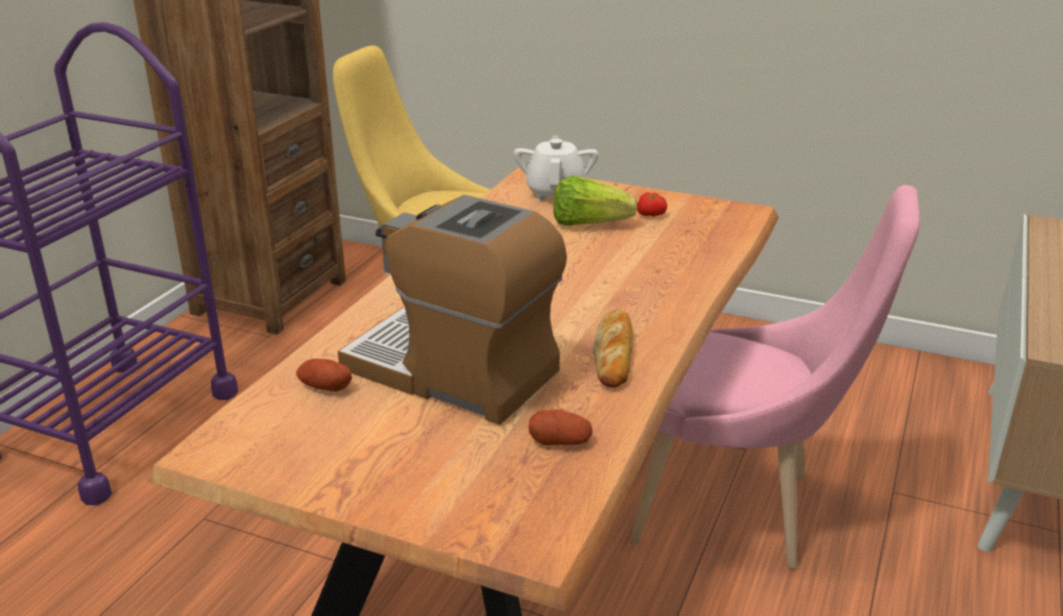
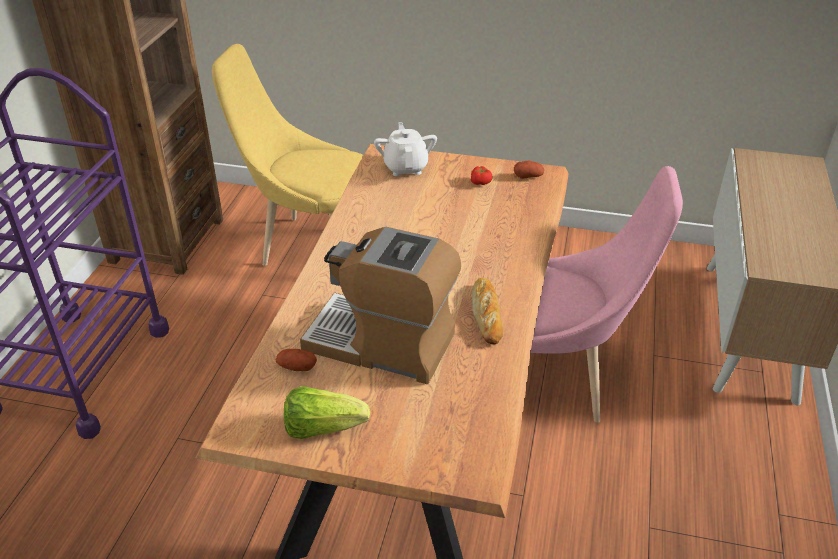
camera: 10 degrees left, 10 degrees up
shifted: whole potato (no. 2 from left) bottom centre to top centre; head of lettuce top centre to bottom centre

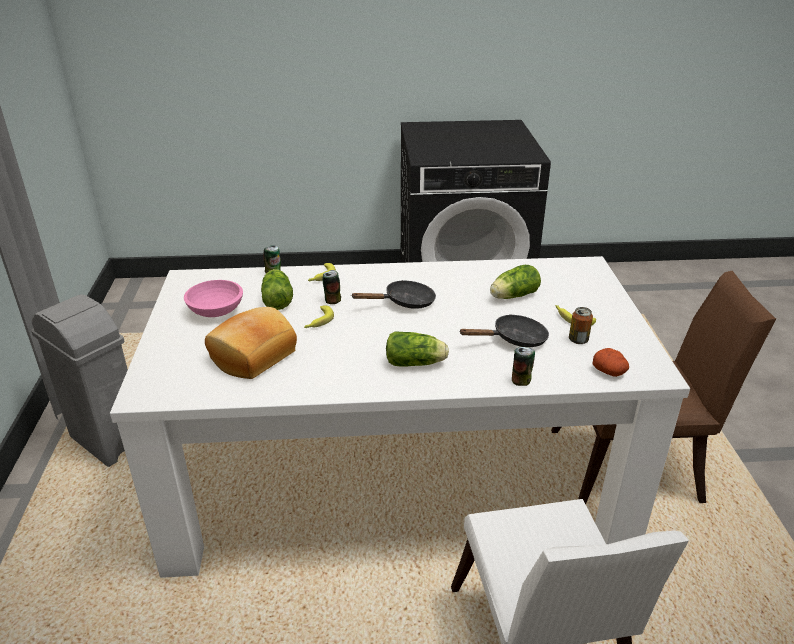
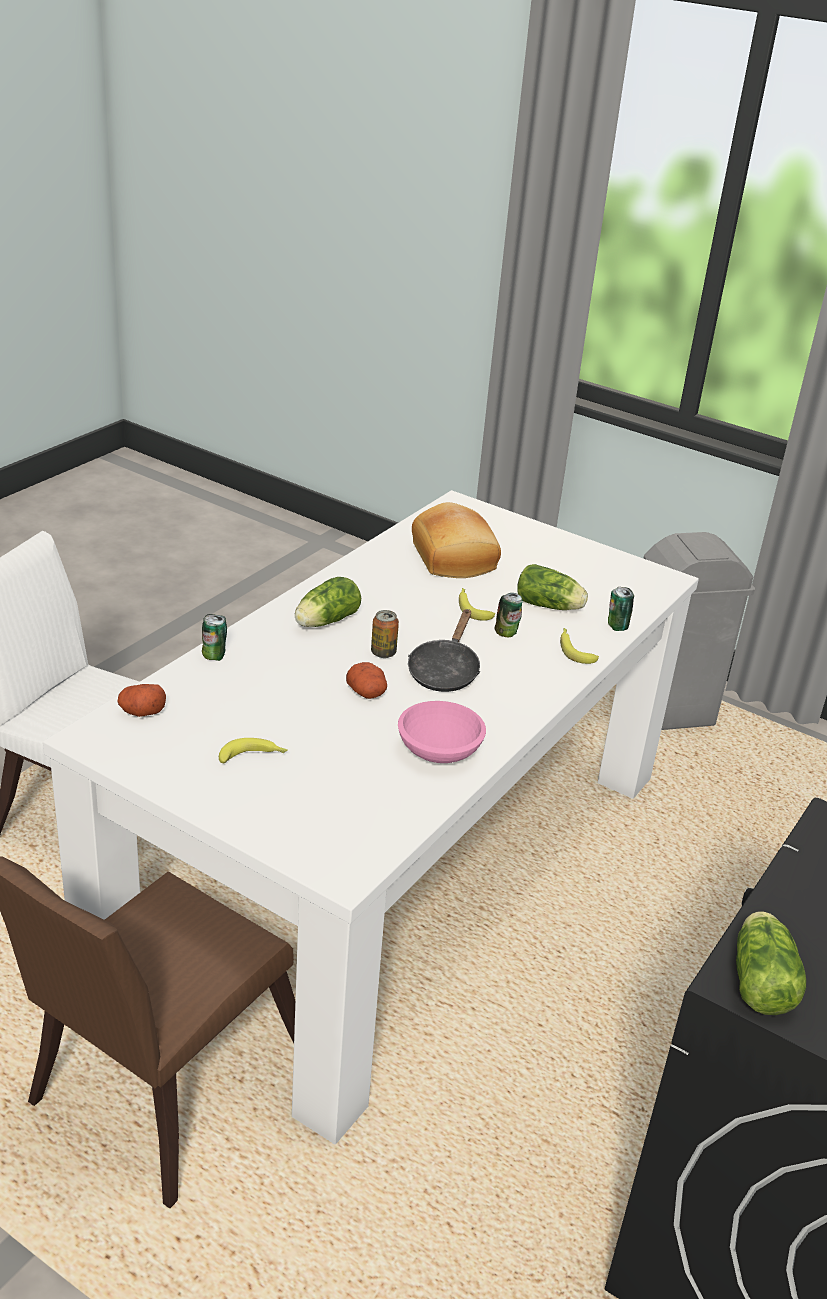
camera: 125 degrees right, 0 degrees up
gone: black-coloured pan (no. 2 from left) centre
new: whole potato (no. 2 from left) centre
shifted: pinkish deep dish middle left to centre; head of lettuce (no. 3 from left) centre to bottom right; metal can (no. 4 from left in the first image) middle right to metal can (no. 2 from left) centre

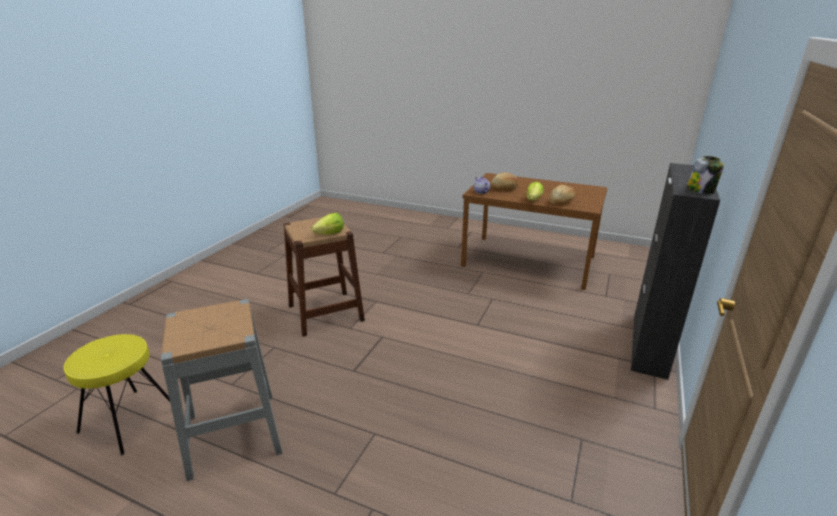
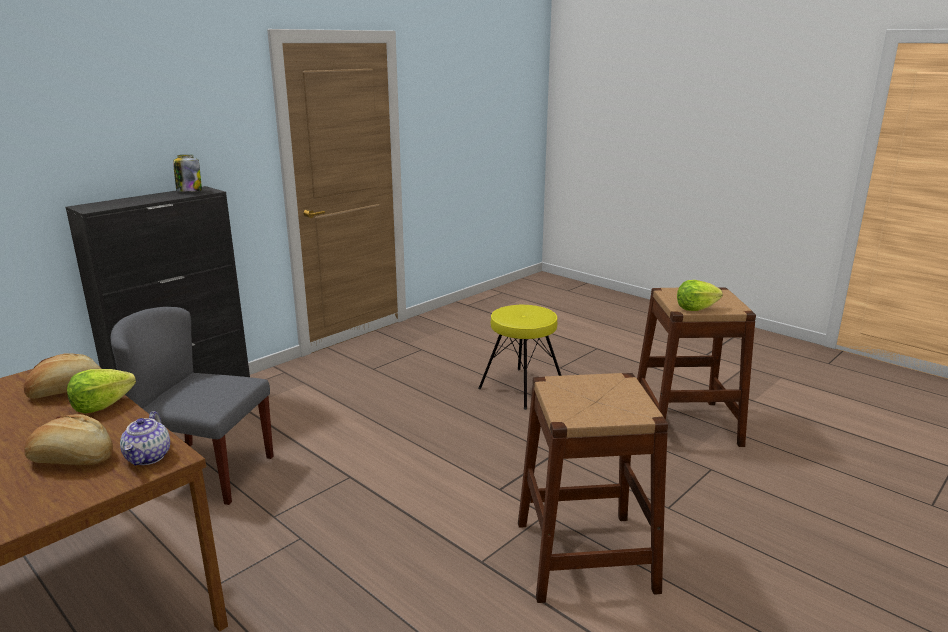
camera: 160 degrees left, 5 degrees down
new: grey plain chair middle left
shifted: yellow sitting stool bottom left to centre; head of lettuce (no. 1 from left in the first image) centre to head of lettuce (no. 2 from left) middle right
repainted: grey sitting stool bottom left to brown sitting stool (no. 2 from left) middle right

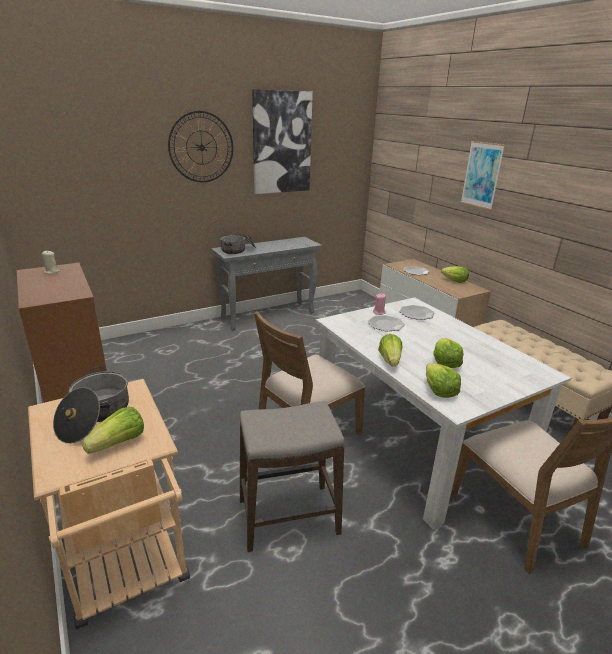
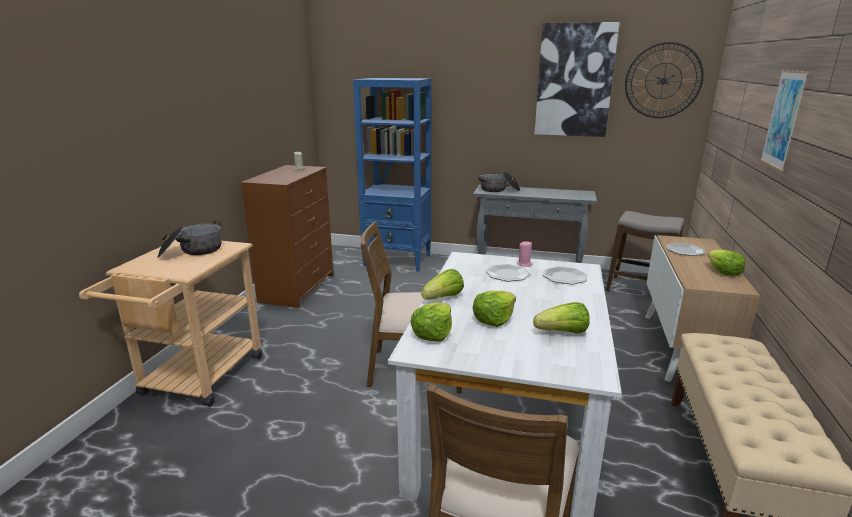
camera: 45 degrees right, 5 degrees down
new: blue-coloured bookshelf centre
shifted: head of lettuce (no. 1 from left in the first image) middle left to head of lettuce (no. 4 from left) centre; clock on the wall top left to top right; sitting stool bottom centre to middle right

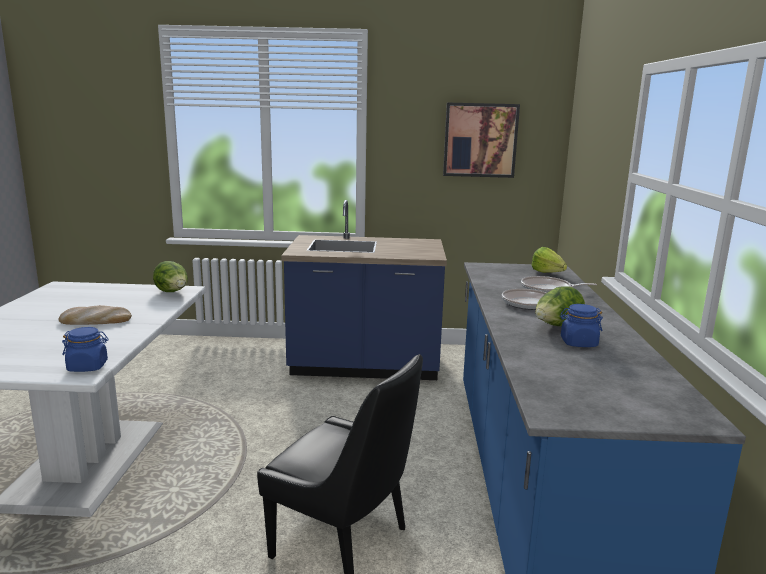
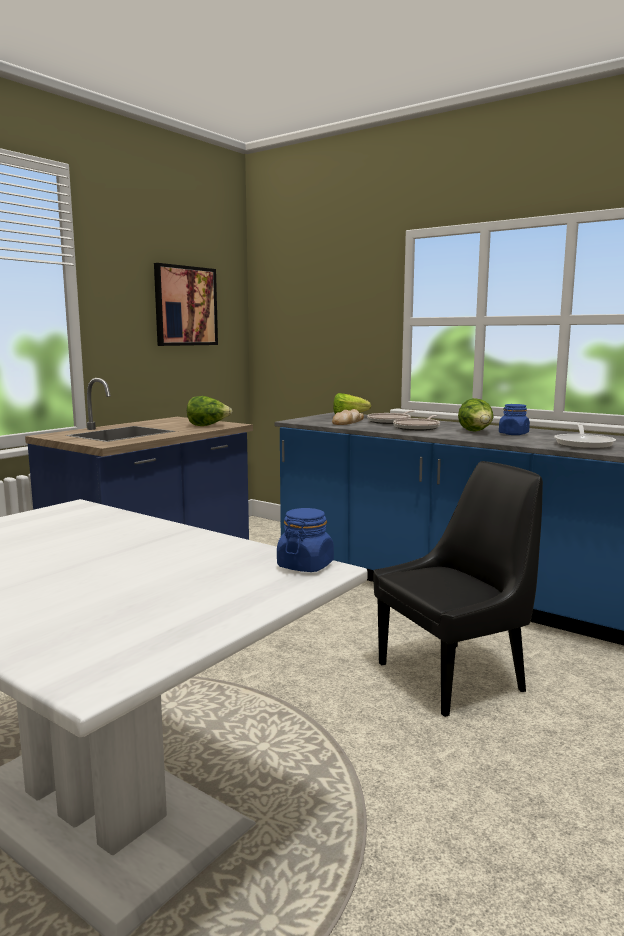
camera: 55 degrees left, 5 degrees down
new: pan (no. 3 from left) middle right
shifted: bread middle left to centre; head of lettuce (no. 1 from left) middle left to centre

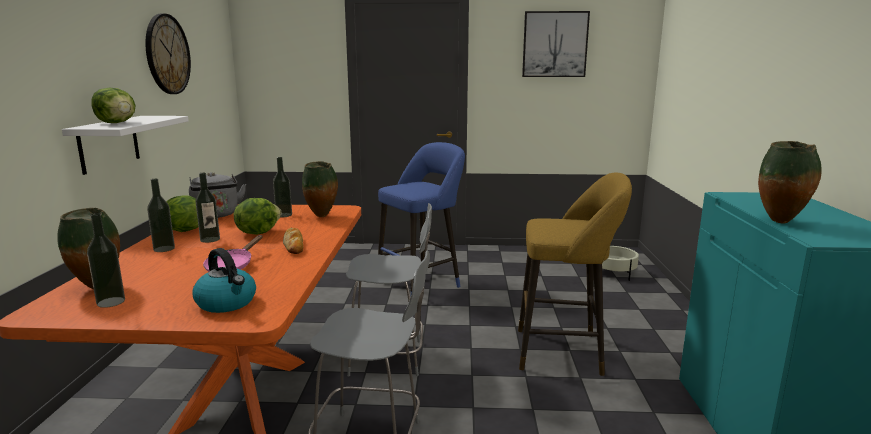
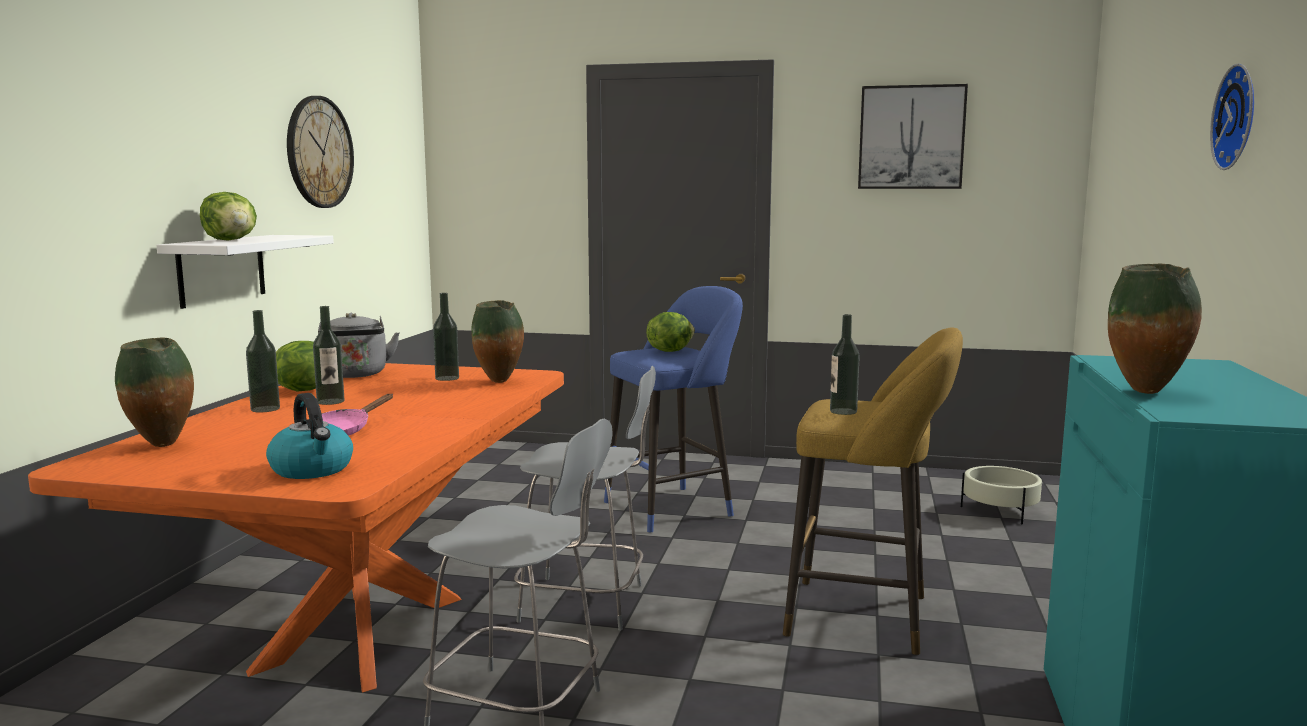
camera: 10 degrees right, 5 degrees down
gone: bread centre
new: clock on the wall (no. 2 from left) top right
shifted: bottle (no. 1 from left in the first image) middle left to bottle (no. 4 from left) centre; head of lettuce (no. 3 from left) middle left to centre

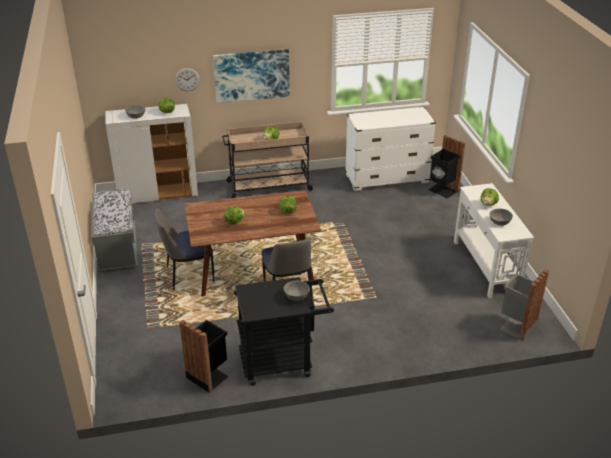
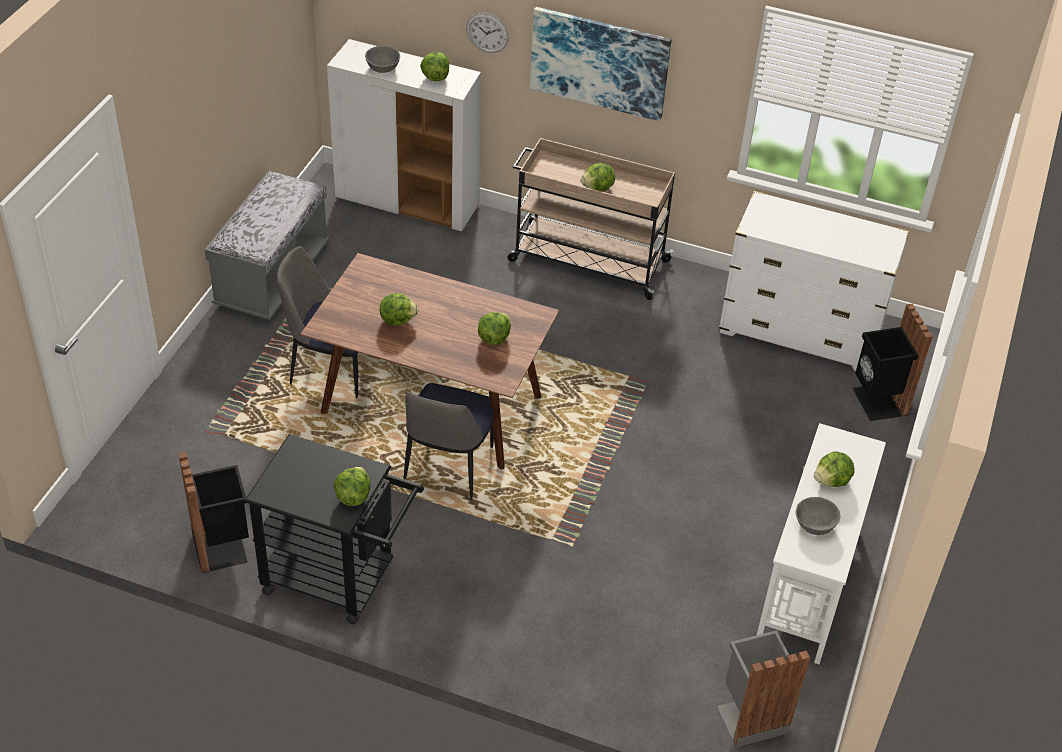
camera: 30 degrees right, 10 degrees up
swapped: grey deep dish (no. 2 from left) centre to head of lettuce (no. 1 from left) middle left

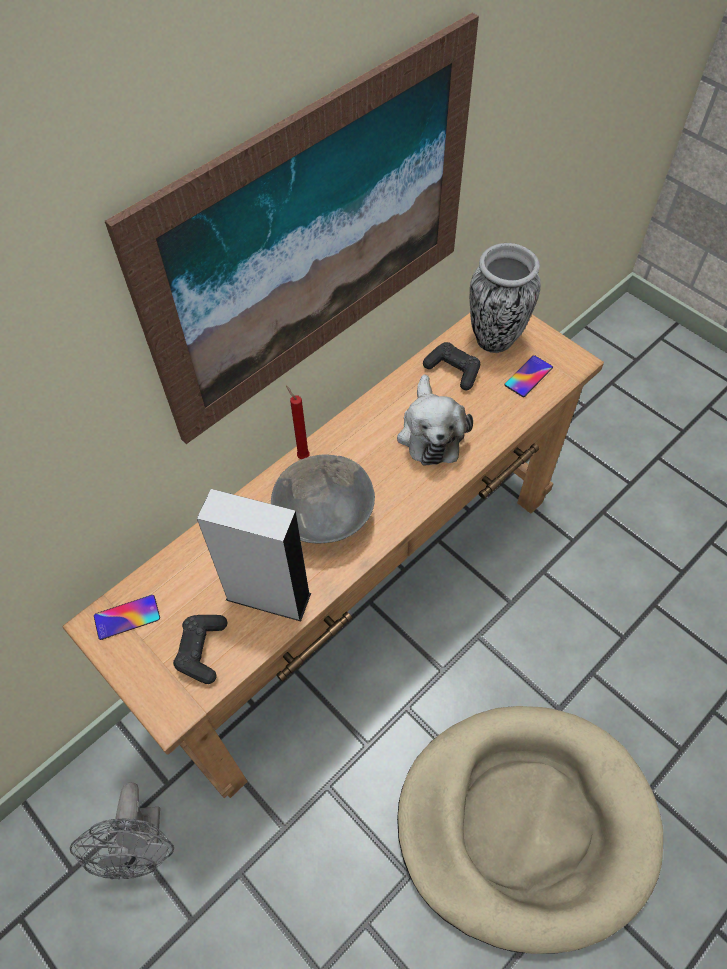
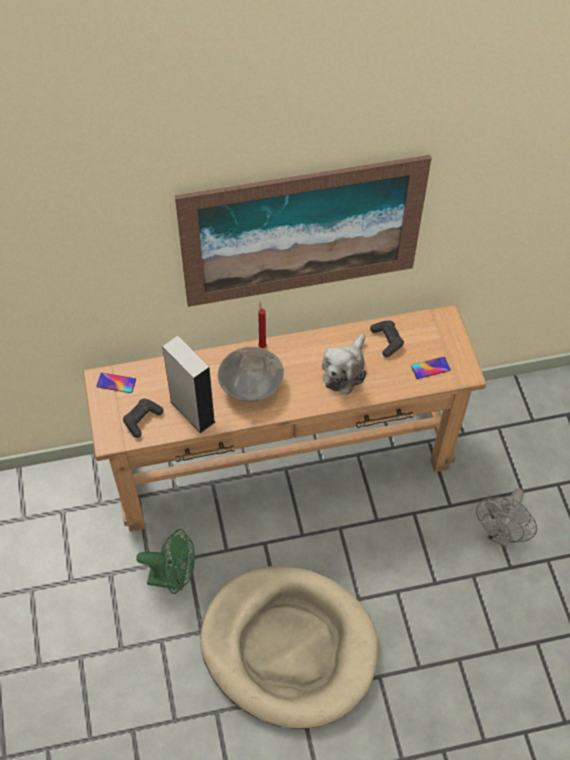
camera: 30 degrees right, 0 degrees up
gone: decorative vase top right
new: greenish electric fan bottom left
shifted: grey electric fan bottom left to bottom right

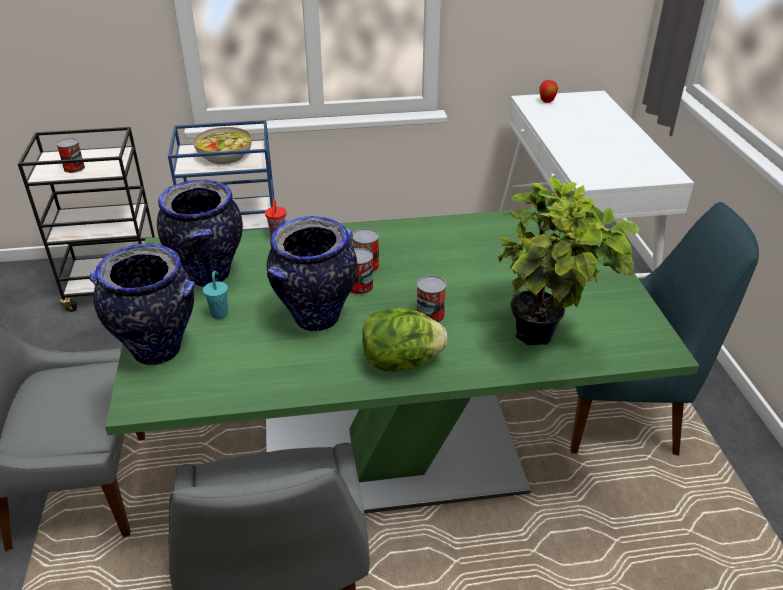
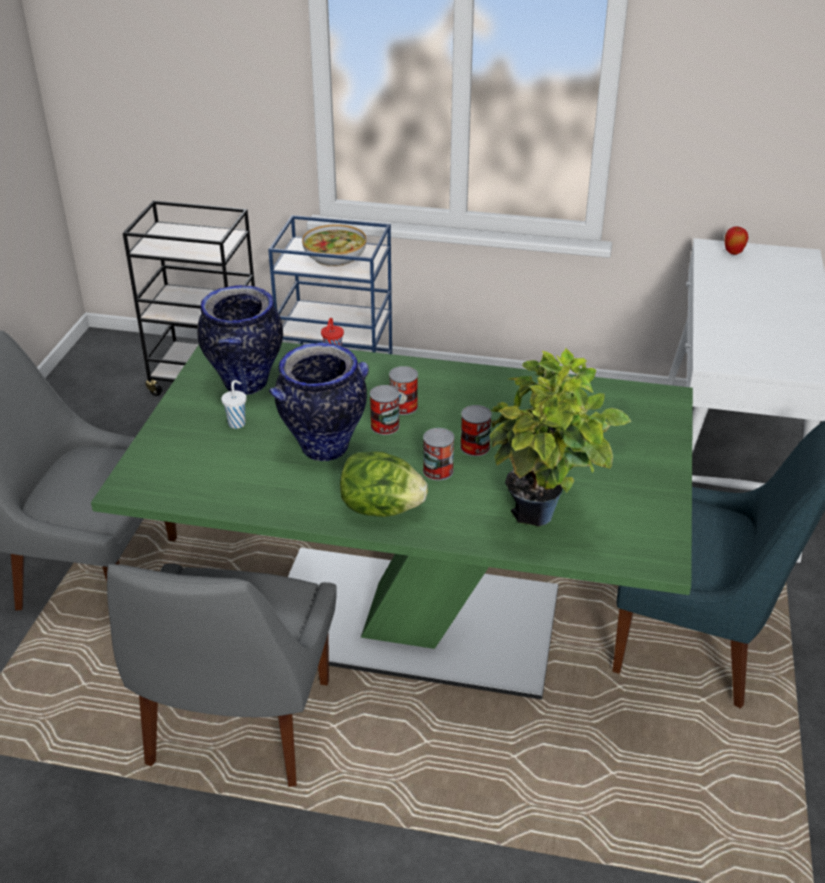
camera: 20 degrees right, 0 degrees up
gone: decorative vase (no. 1 from left) middle left
shifted: metal can (no. 1 from left in the first image) top left to metal can (no. 4 from left) centre
repainted: blue-green small cup middle left to white-coloured small cup middle left

